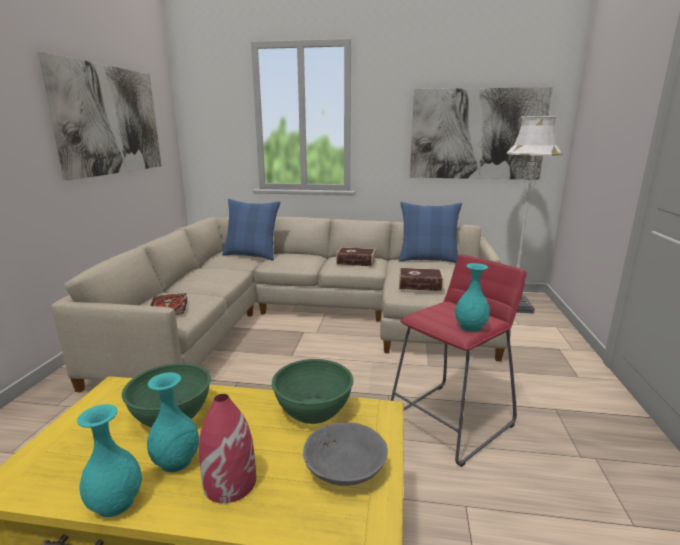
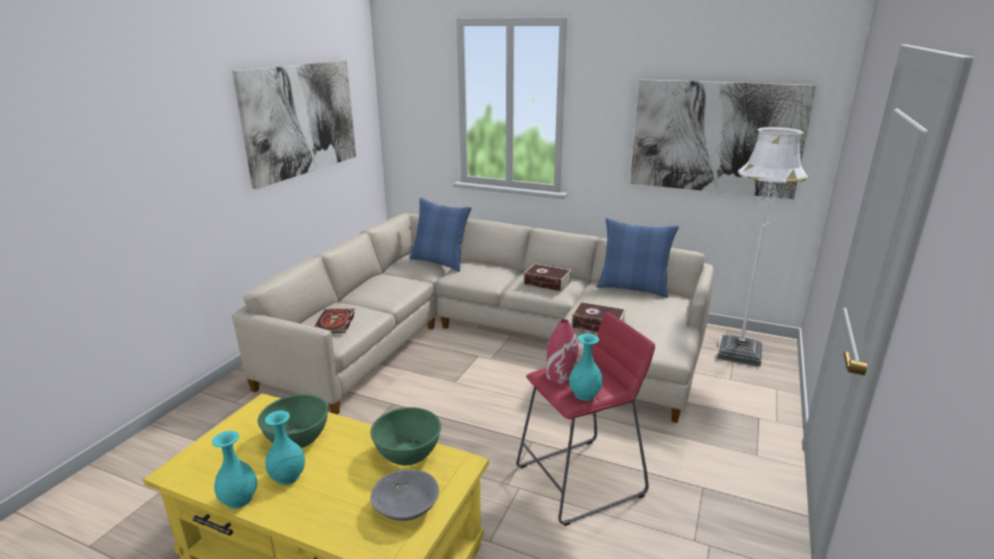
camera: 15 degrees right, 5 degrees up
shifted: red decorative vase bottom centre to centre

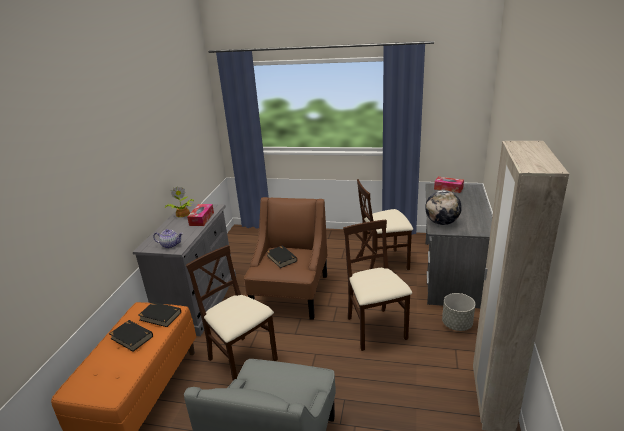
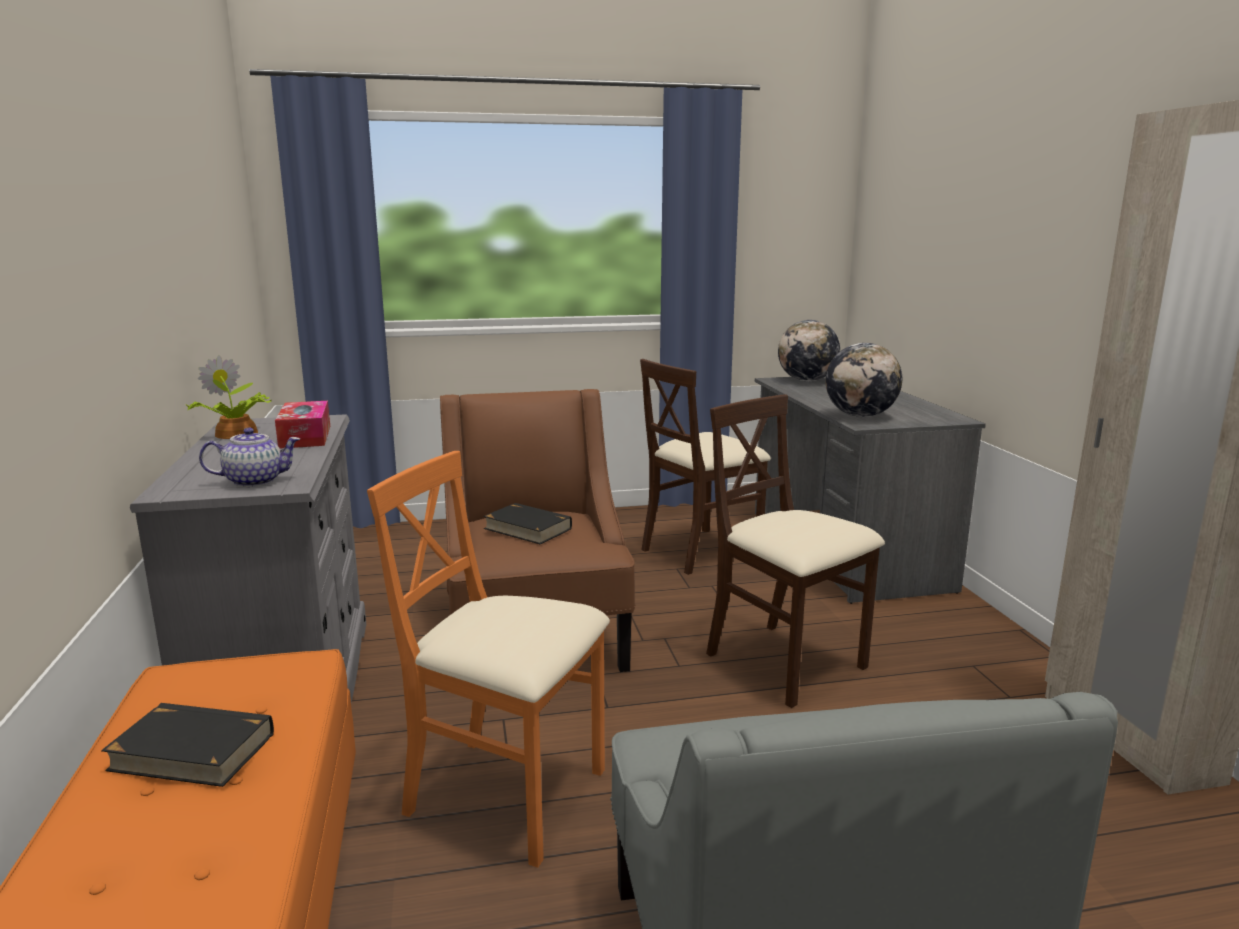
camera: 25 degrees left, 10 degrees down
gone: black-coloured bound book (no. 2 from left) bottom left; grey flower pot bottom right
swapped: box of tissues (no. 2 from left) middle right to desk globe (no. 1 from left) centre
repainted: sand-coloured plain chair (no. 1 from left) bottom centre to orangey plain chair bottom centre

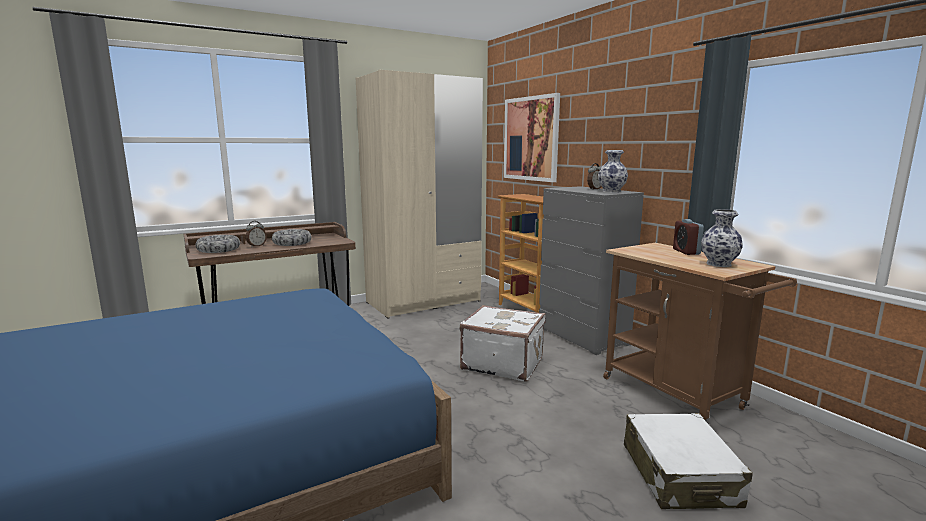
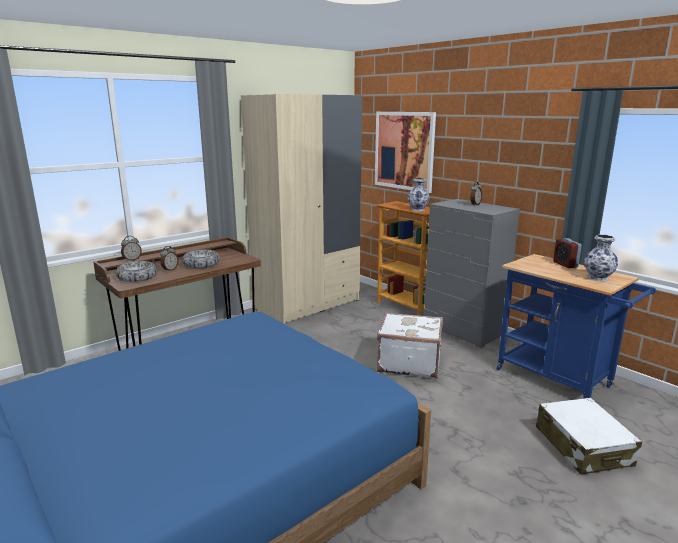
camera: 10 degrees left, 5 degrees up
new: table clock (no. 1 from left) middle left
shifted: decorative vase (no. 1 from left) top centre to centre
repainted: brown wheeled cart middle right to blue-coloured wheeled cart middle right

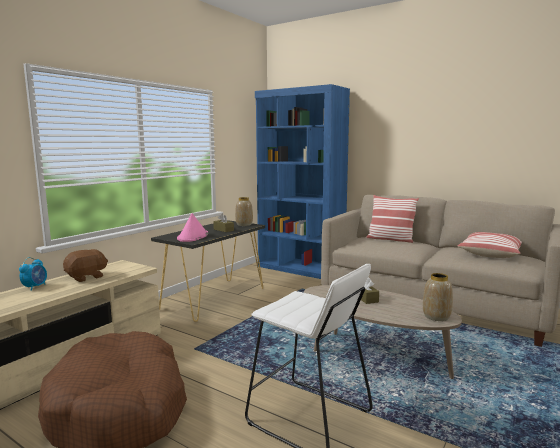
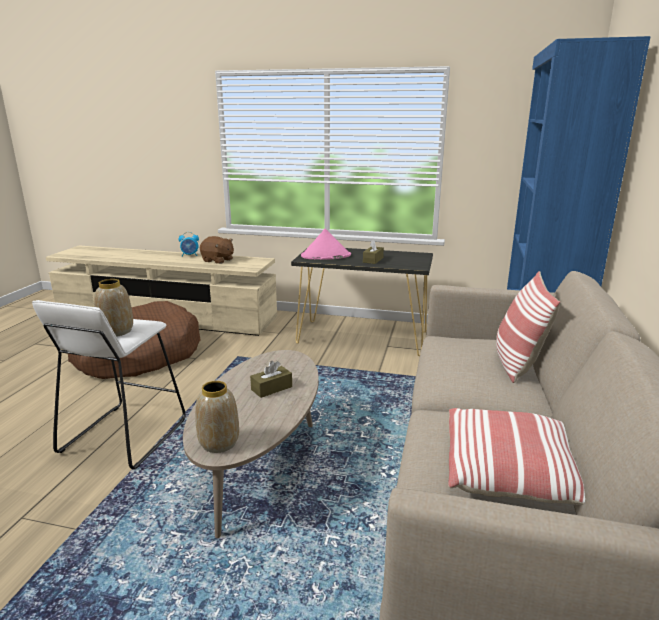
camera: 70 degrees right, 10 degrees up
shifted: decorative vase (no. 1 from left) centre to middle left

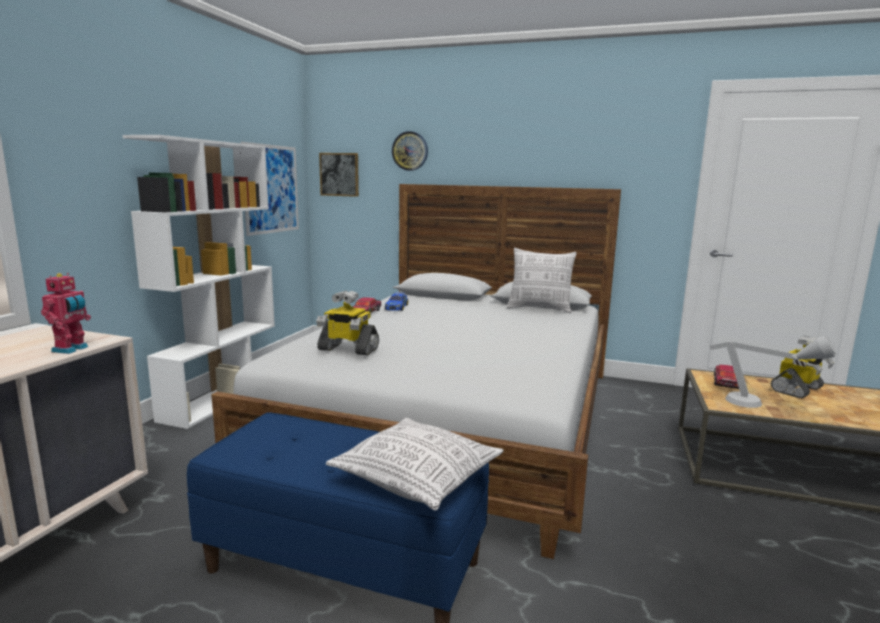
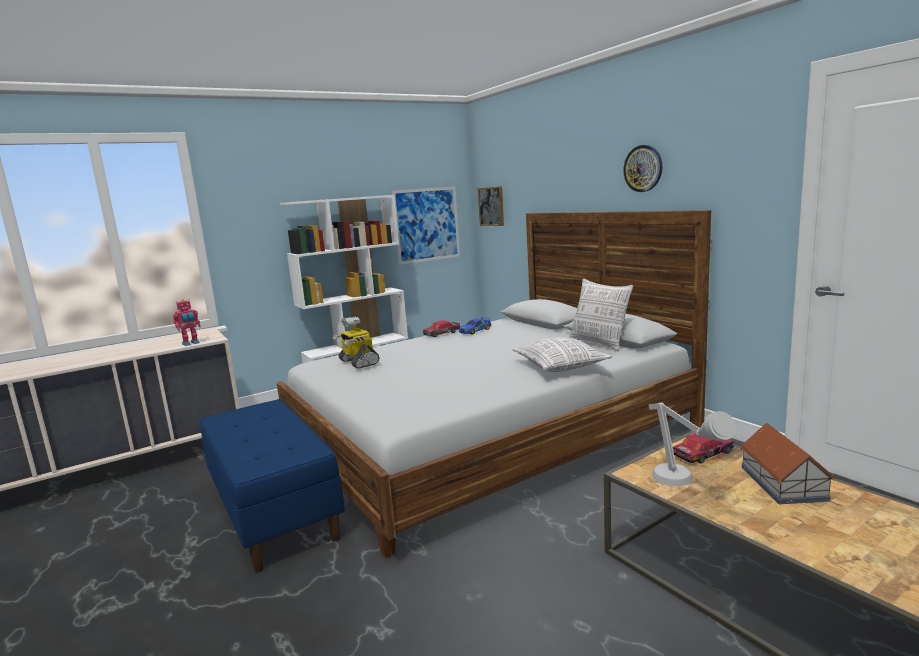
camera: 40 degrees right, 0 degrees up
shifted: cushion (no. 1 from left) bottom centre to centre; clock on the wall top centre to top right
swapped: toy robot (no. 3 from left) middle right to model house bottom right

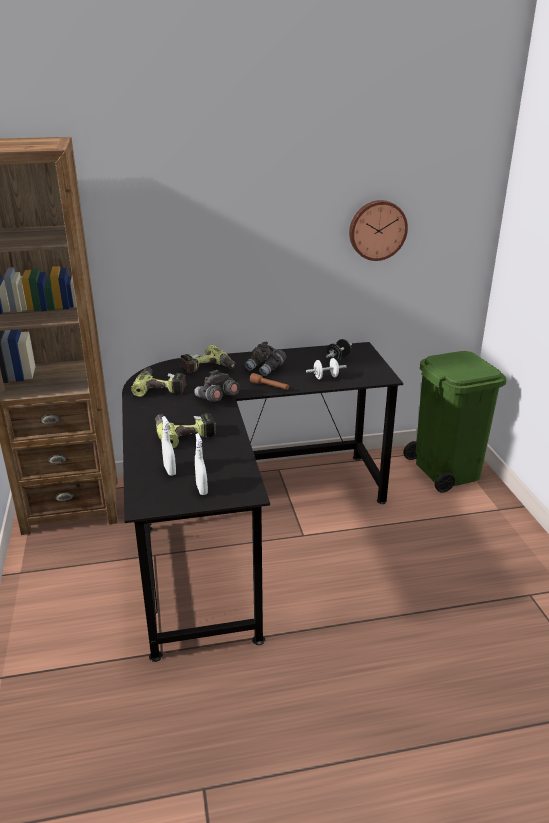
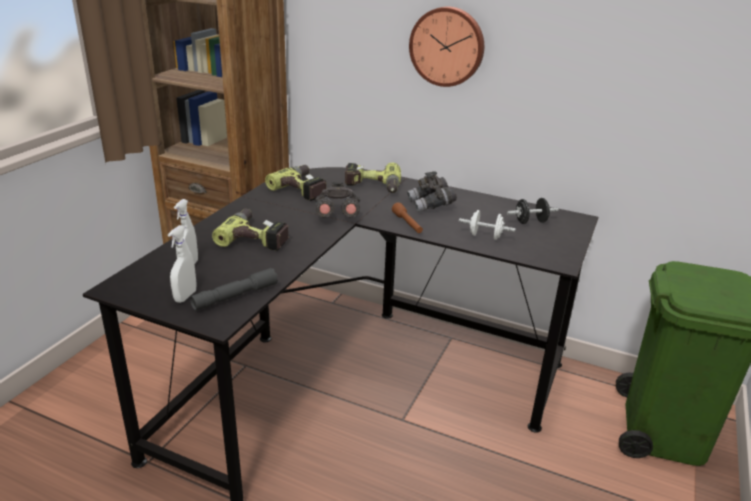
camera: 35 degrees right, 0 degrees up
new: grey flashlight middle left
shifted: clock on the wall top right to top centre

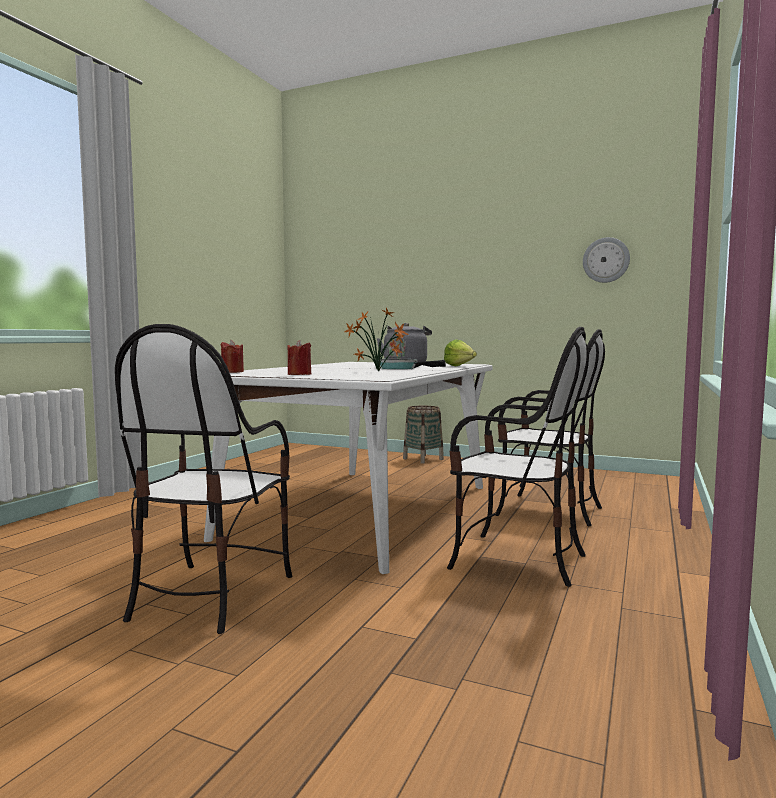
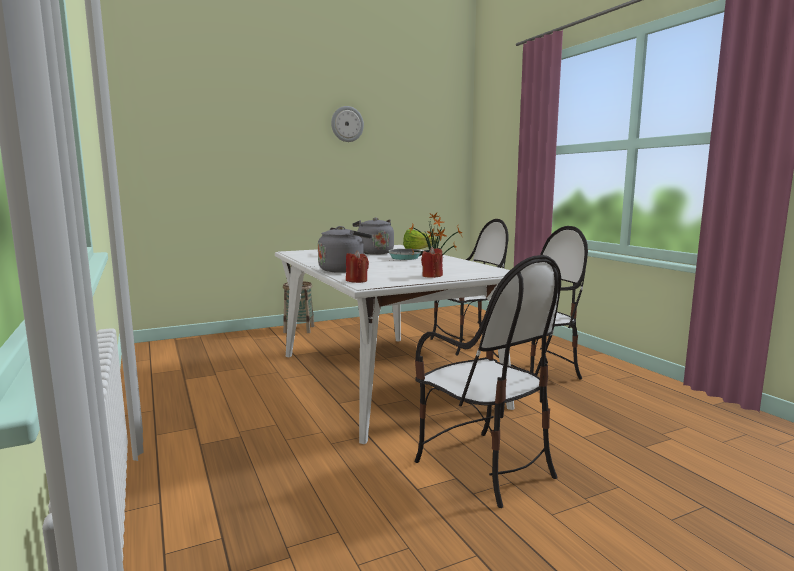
camera: 50 degrees left, 5 degrees up
new: grey kettle (no. 1 from left) centre
shifted: clock on the wall top right to top centre

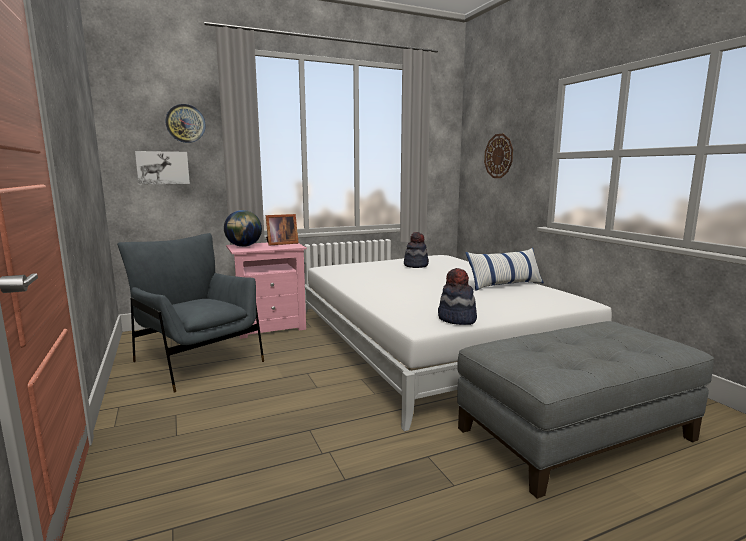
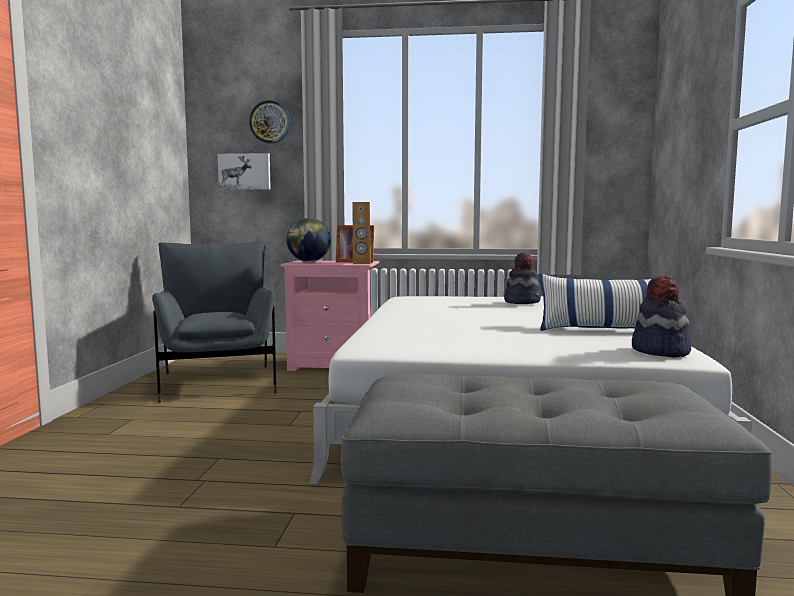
camera: 30 degrees right, 5 degrees down
gone: clock on the wall (no. 2 from left) top right
new: brown speaker centre
shifted: hat (no. 2 from left) centre to middle right

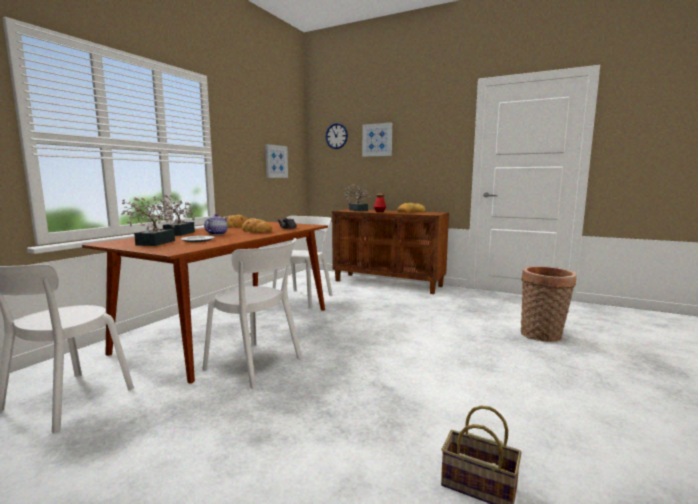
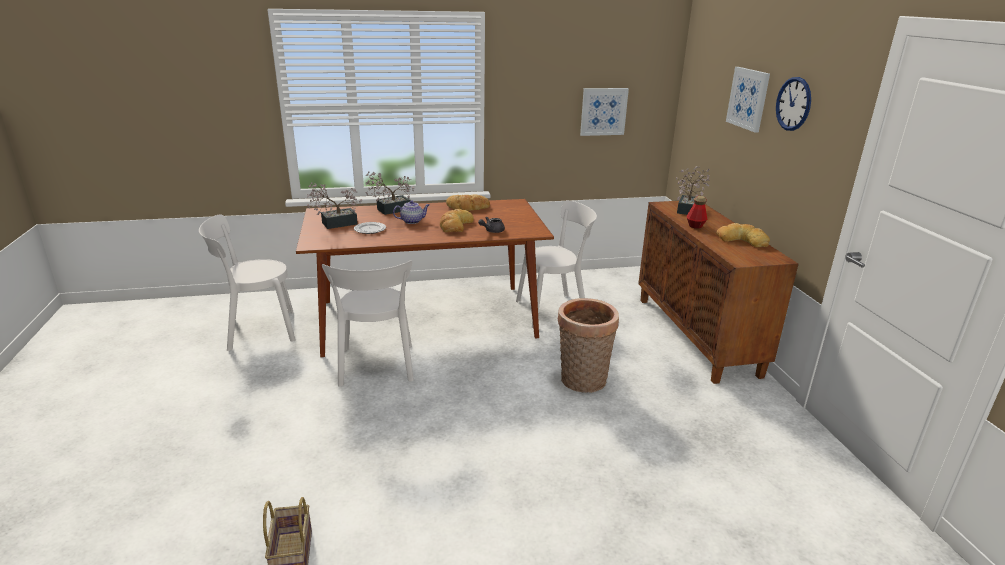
camera: 50 degrees right, 15 degrees up
shifted: clock on the wall top centre to top right; basket (no. 2 from left) middle right to centre

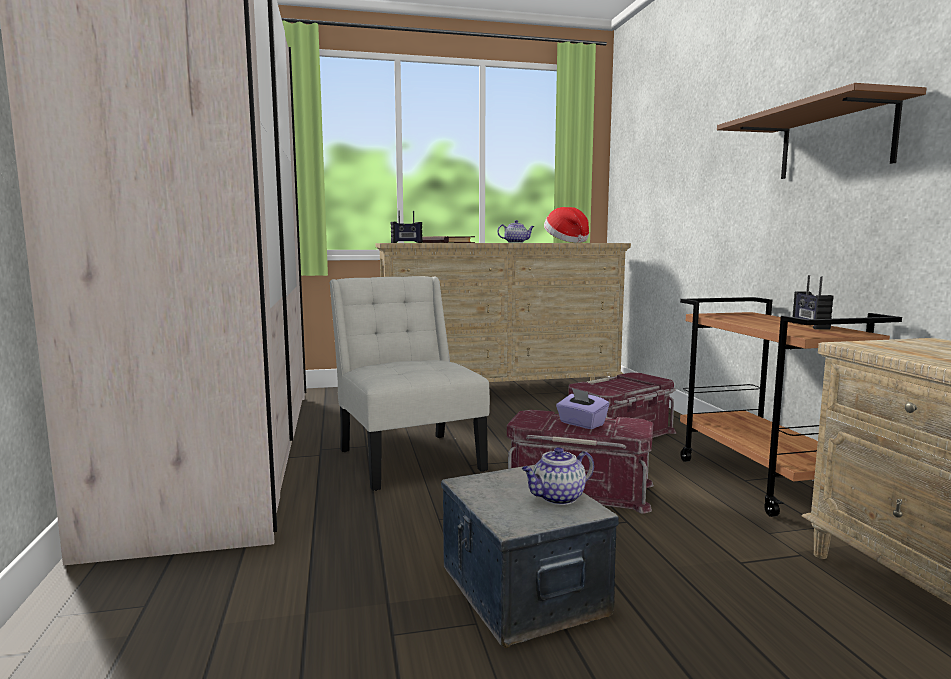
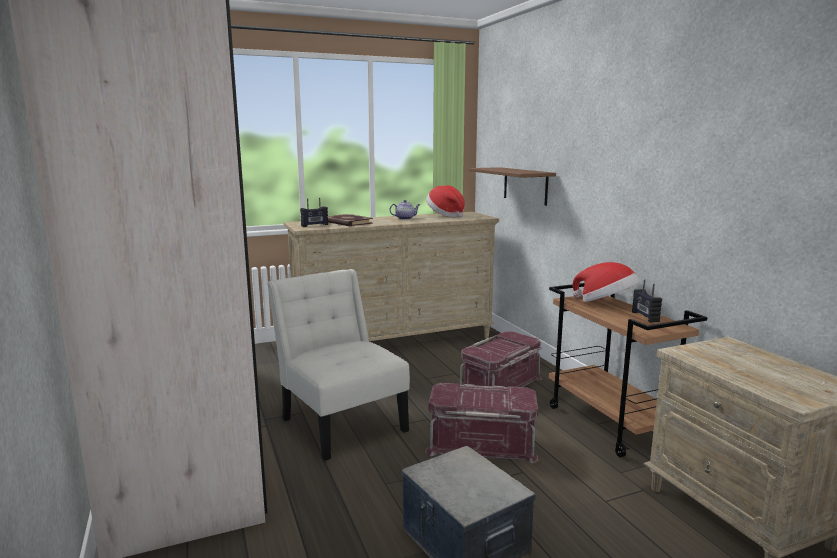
camera: 10 degrees left, 5 degrees up
gone: teapot (no. 2 from left) bottom centre; purple box of tissues centre
new: hat (no. 2 from left) middle right
shifted: brown shelf top right to centre

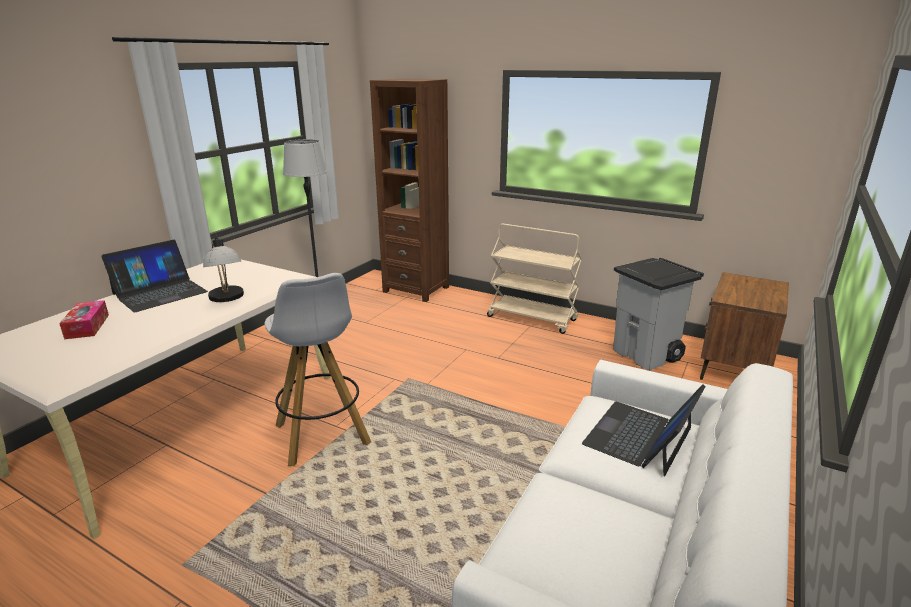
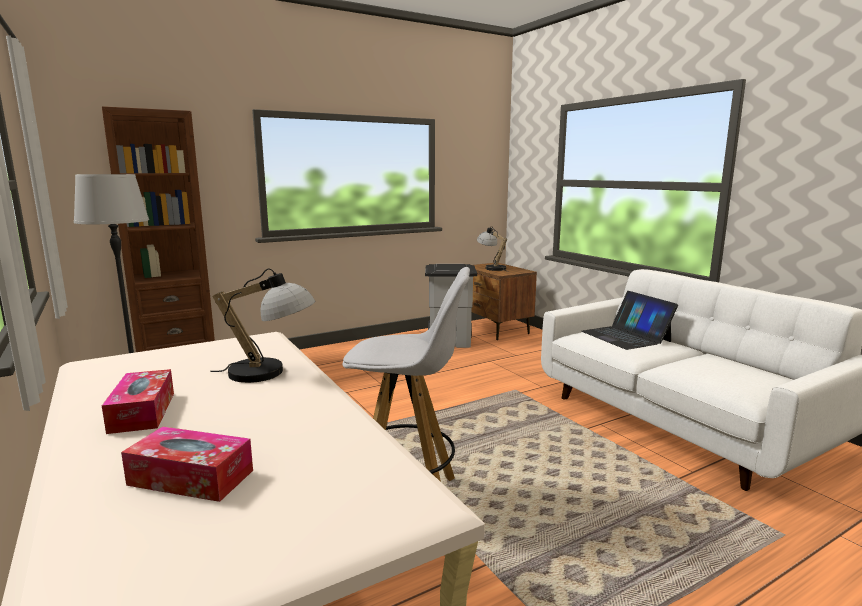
camera: 60 degrees left, 10 degrees down
gone: sand-coloured wheeled cart centre
new: lamp for a table (no. 2 from left) centre
swapped: laptop (no. 1 from left) middle left to box of tissues (no. 1 from left) middle left

